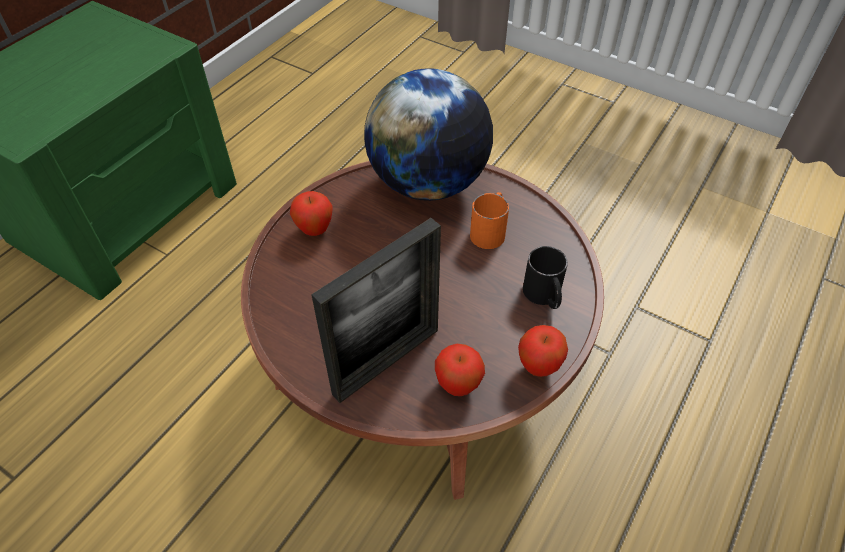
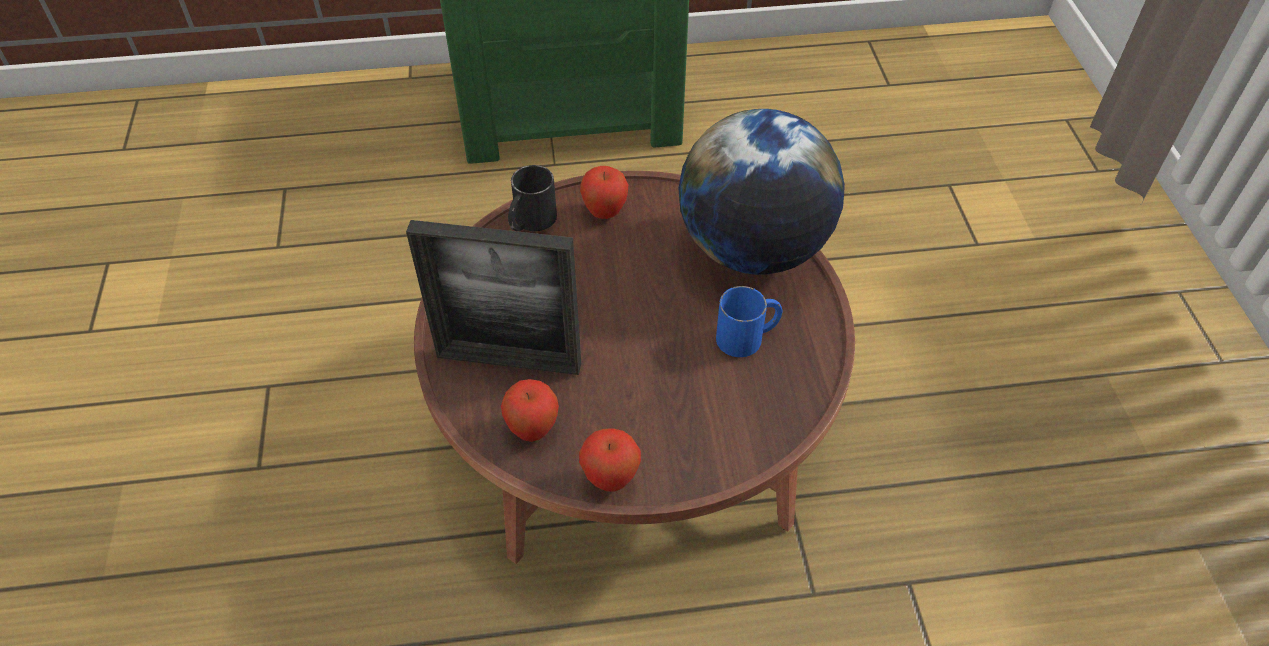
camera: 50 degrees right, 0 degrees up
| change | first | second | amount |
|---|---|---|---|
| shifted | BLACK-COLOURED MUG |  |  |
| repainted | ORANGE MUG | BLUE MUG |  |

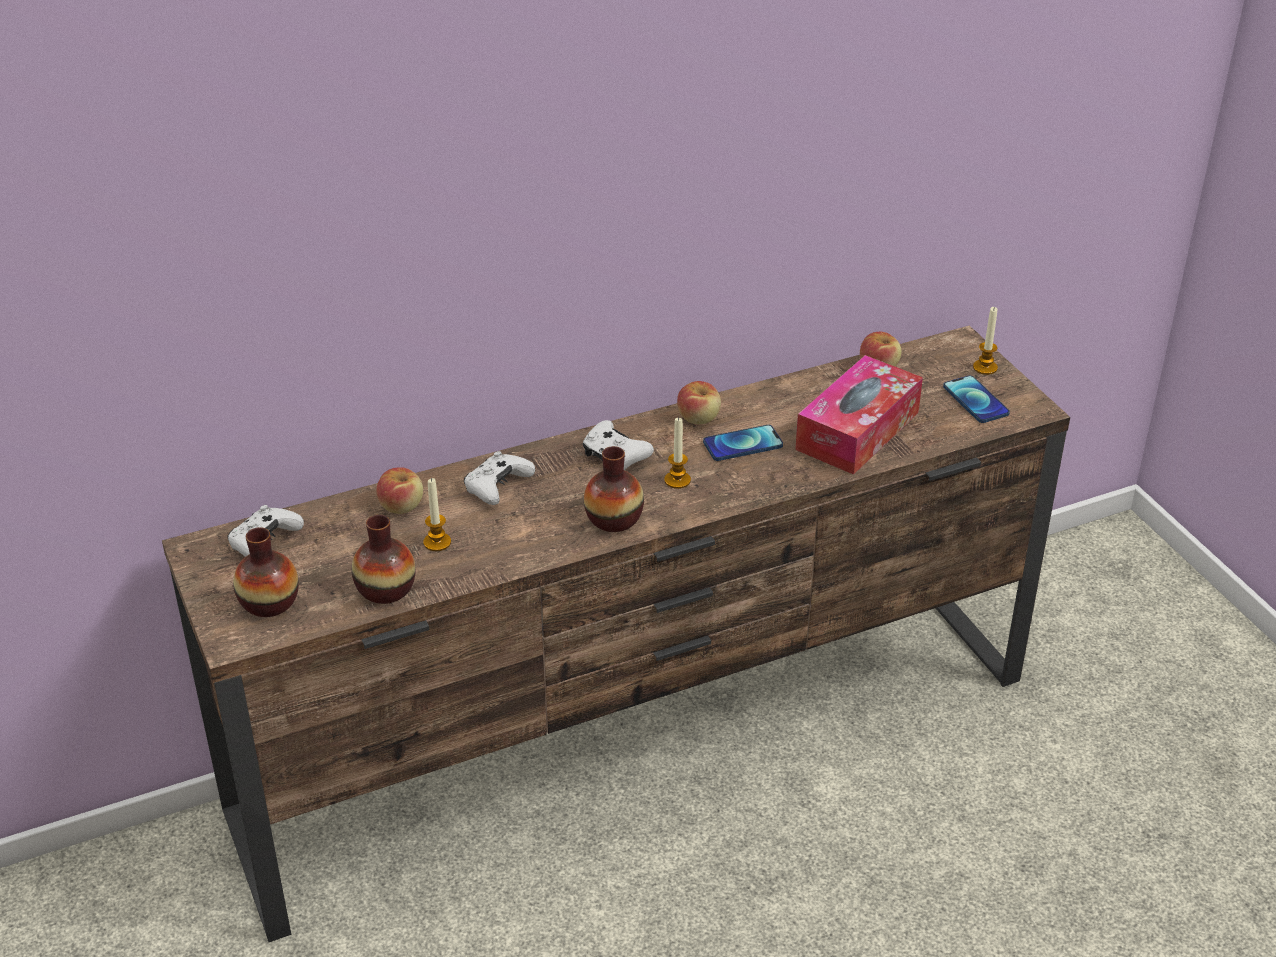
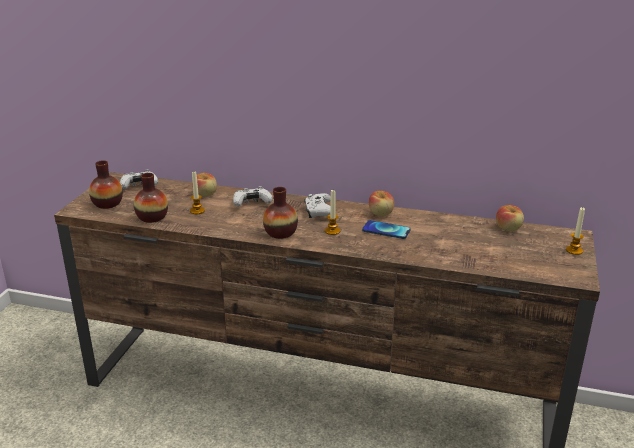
camera: 40 degrees right, 10 degrees down
| change | first | second | amount |
|---|---|---|---|
| gone | BOX OF TISSUES |  |  |
| gone | TELEPHONE (no. 2 from left) |  |  |

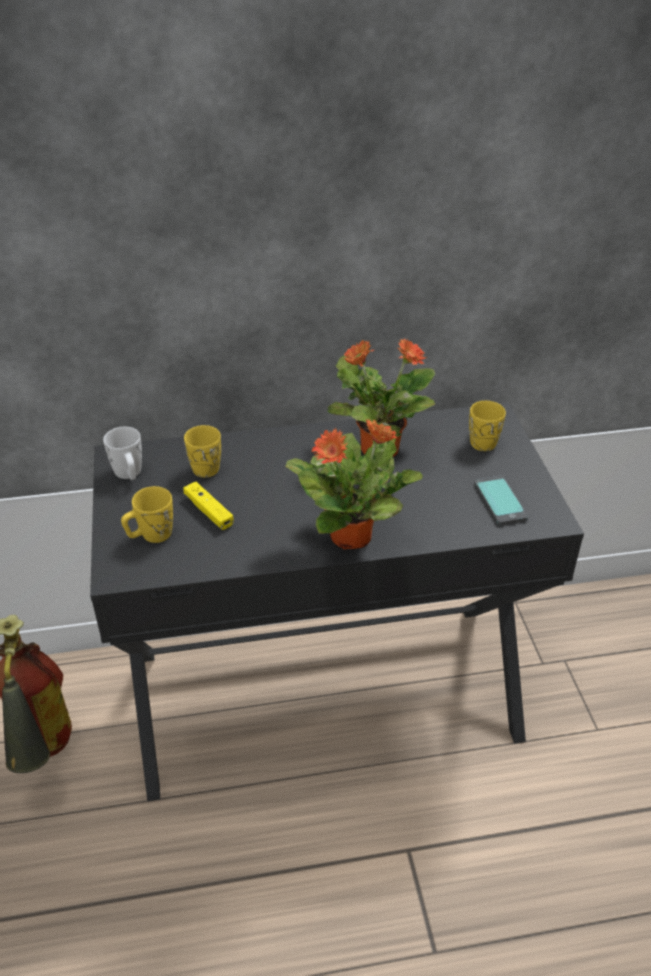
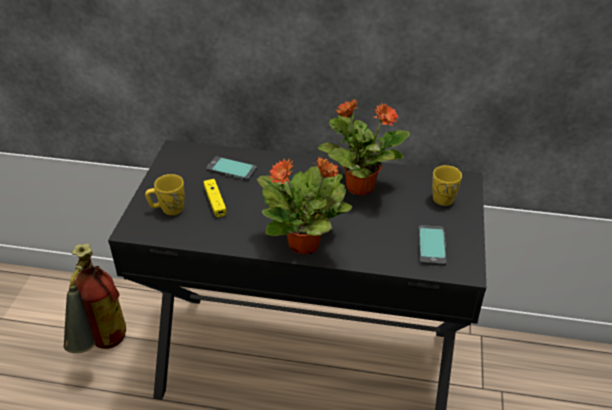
camera: 20 degrees right, 0 degrees up
| change | first | second | amount |
|---|---|---|---|
| swapped | YELLOW-COLOURED MUG (no. 2 from left) | TELEPHONE (no. 1 from left) |  |
| gone | WHITISH MUG |  |  |

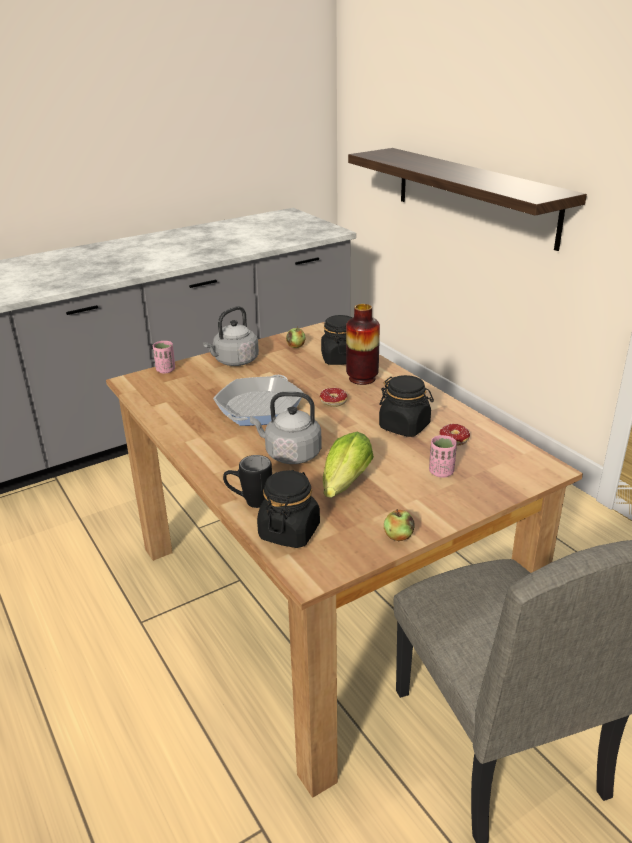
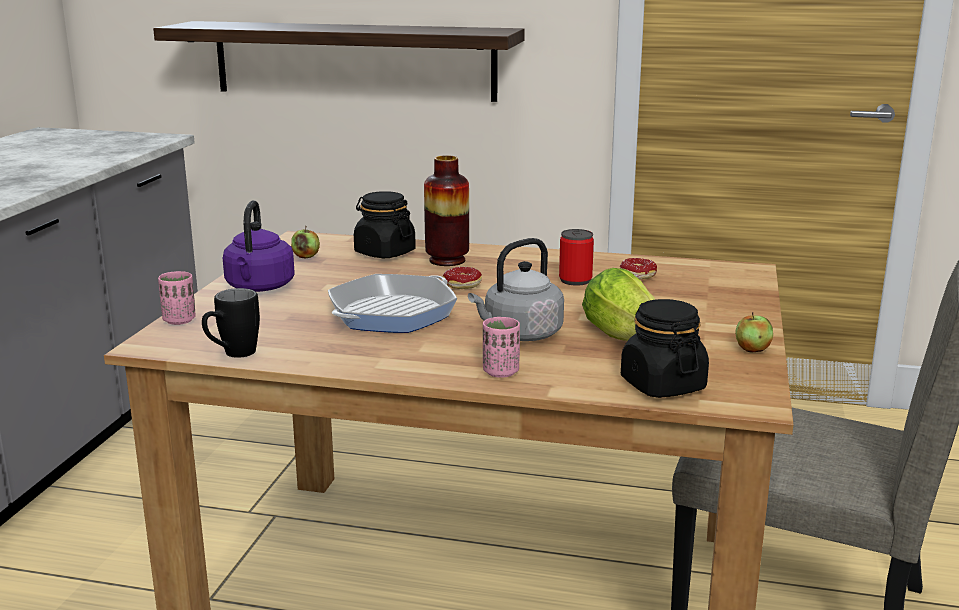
camera: 45 degrees left, 10 degrees down
| change | first | second | amount |
|---|---|---|---|
| shifted | BLACK-COLOURED MUG |  |  |
| repainted | GREYISH KETTLE (no. 1 from left) | PURPLE KETTLE |  |
| rotated | FRYING PAN |  | 120 degrees counterclockwise |
| shifted | PINKISH CUP (no. 2 from left) |  |  |
| swapped | BLACK-COLOURED JAR (no. 3 from left) | CAN |  |

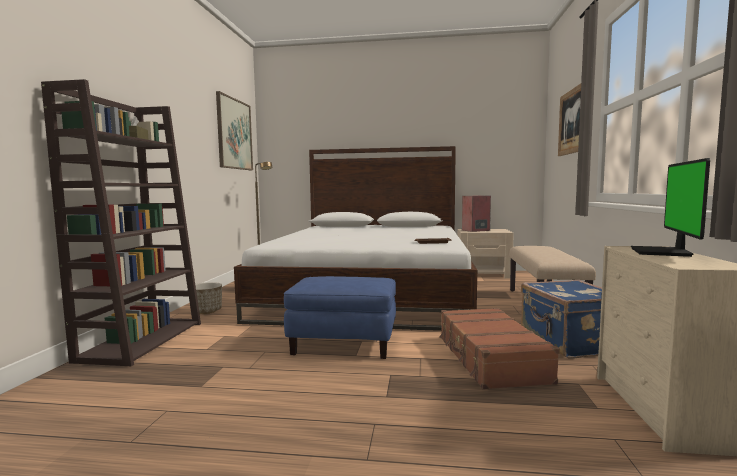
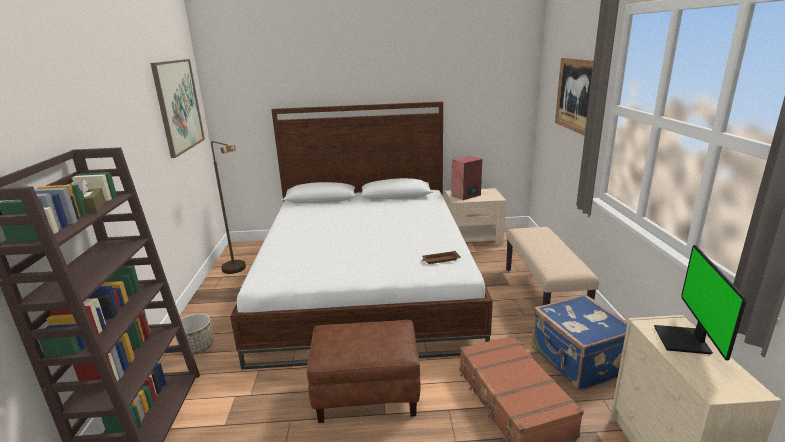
camera: 10 degrees left, 15 degrees up
| change | first | second | amount |
|---|---|---|---|
| repainted | BLUE POUFFE | BROWN POUFFE |  |

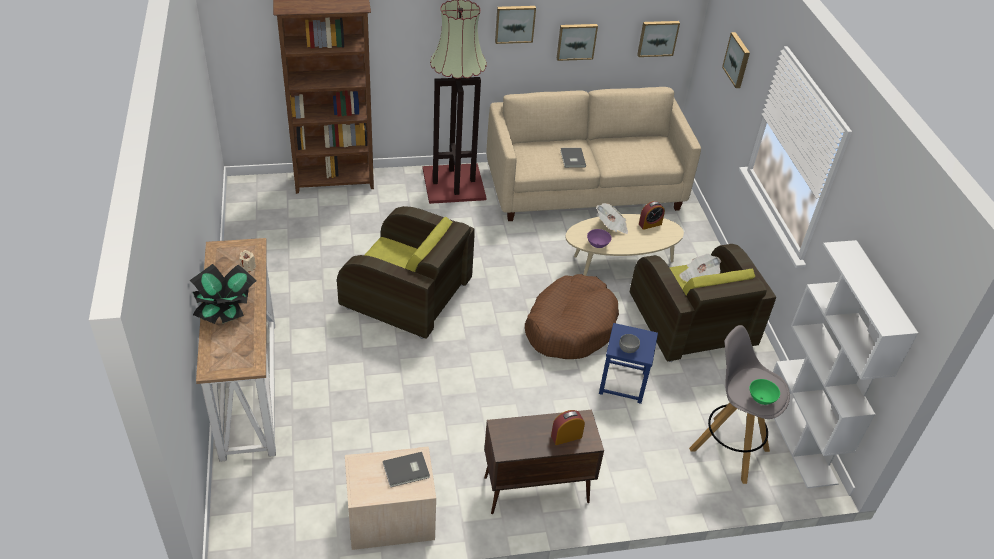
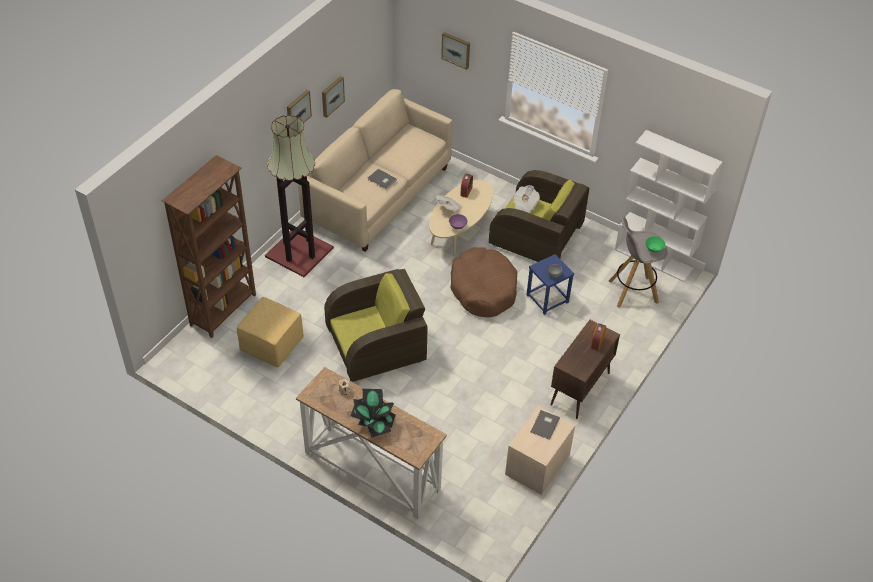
camera: 45 degrees left, 5 degrees up
| change | first | second | amount |
|---|---|---|---|
| new |  | YELLOW-COLOURED POUFFE |  |
| gone | PICTURE (no. 3 from left) |  |  |

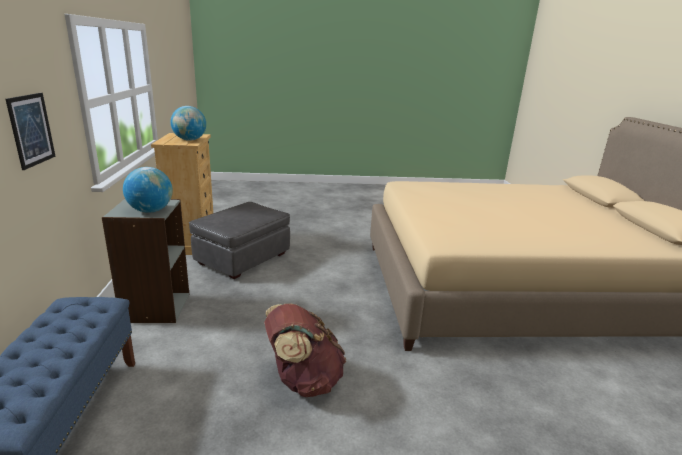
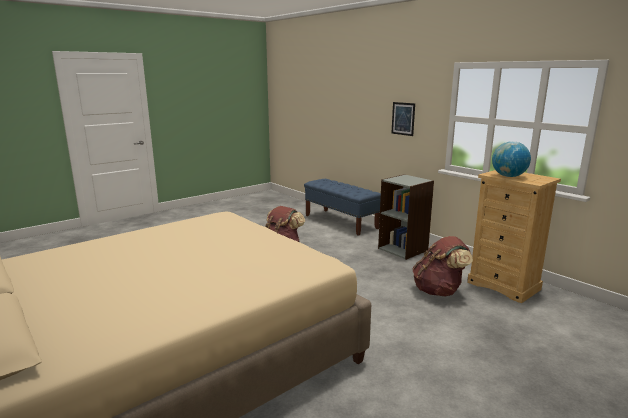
camera: 145 degrees right, 5 degrees down
| change | first | second | amount |
|---|---|---|---|
| swapped | GREYISH POUFFE | BROWN KNAPSACK (no. 2 from left) |  |
| gone | DESK GLOBE (no. 1 from left) |  |  |

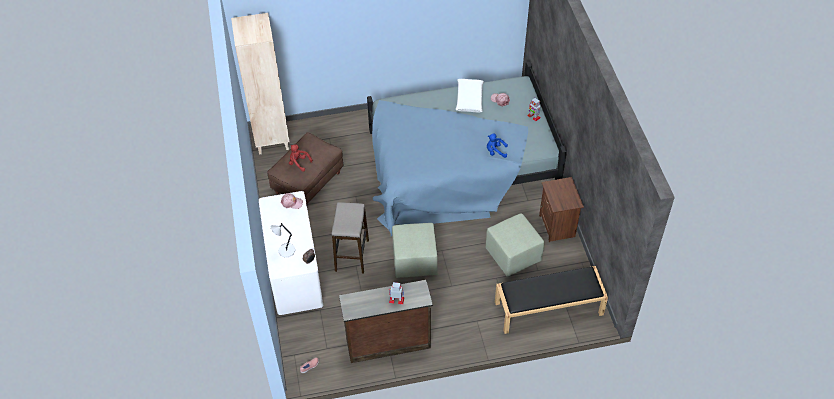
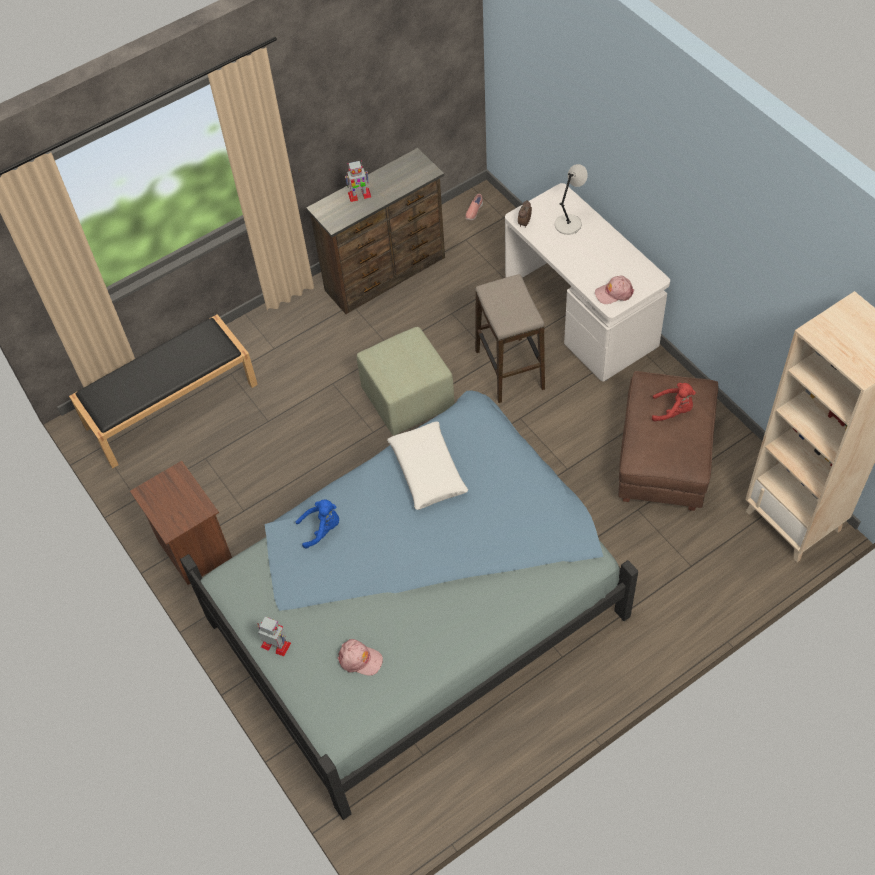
camera: 160 degrees right, 5 degrees up
| change | first | second | amount |
|---|---|---|---|
| shifted | WHITISH THROW PILLOW |  |  |
| gone | GREEN POUFFE (no. 2 from left) |  |  |

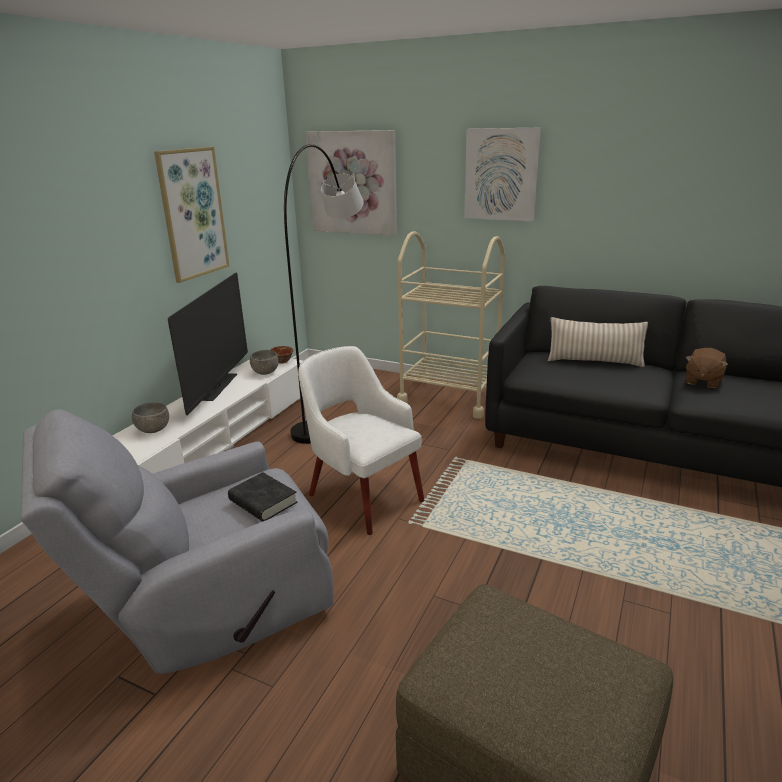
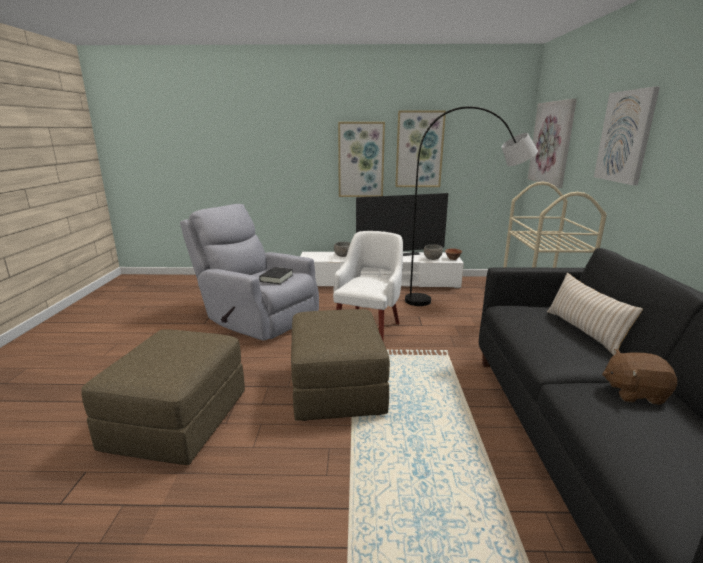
camera: 65 degrees right, 5 degrees down
| change | first | second | amount |
|---|---|---|---|
| new |  | BROWN POUFFE (no. 2 from left) |  |
| new |  | PICTURE (no. 1 from left) |  |

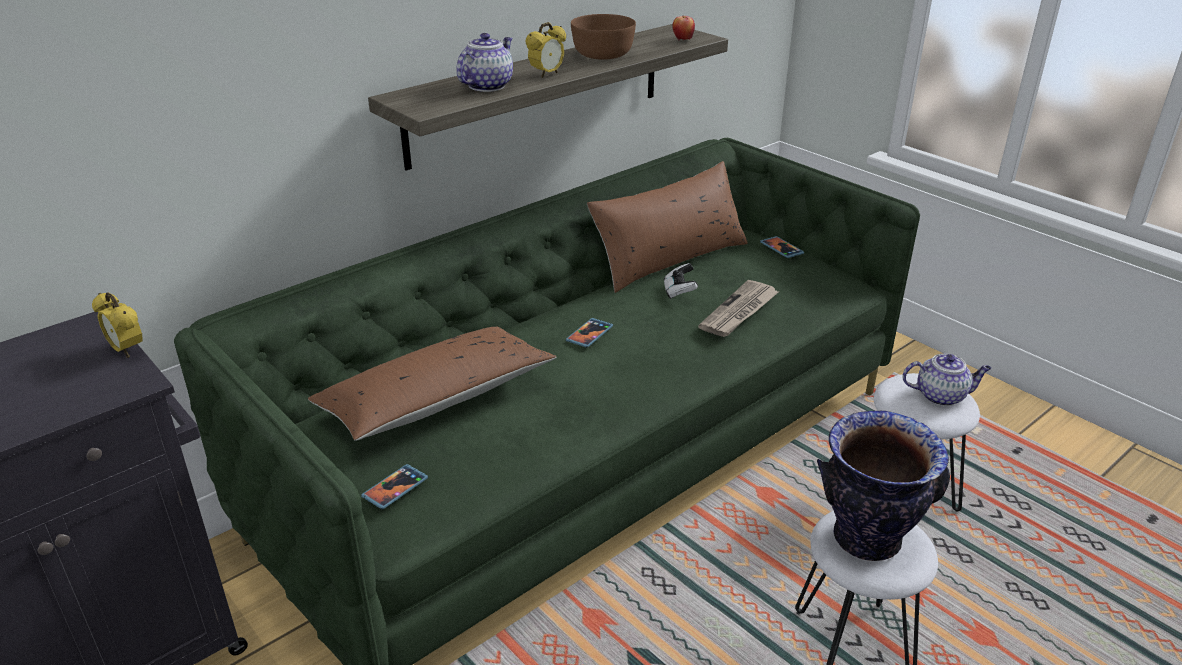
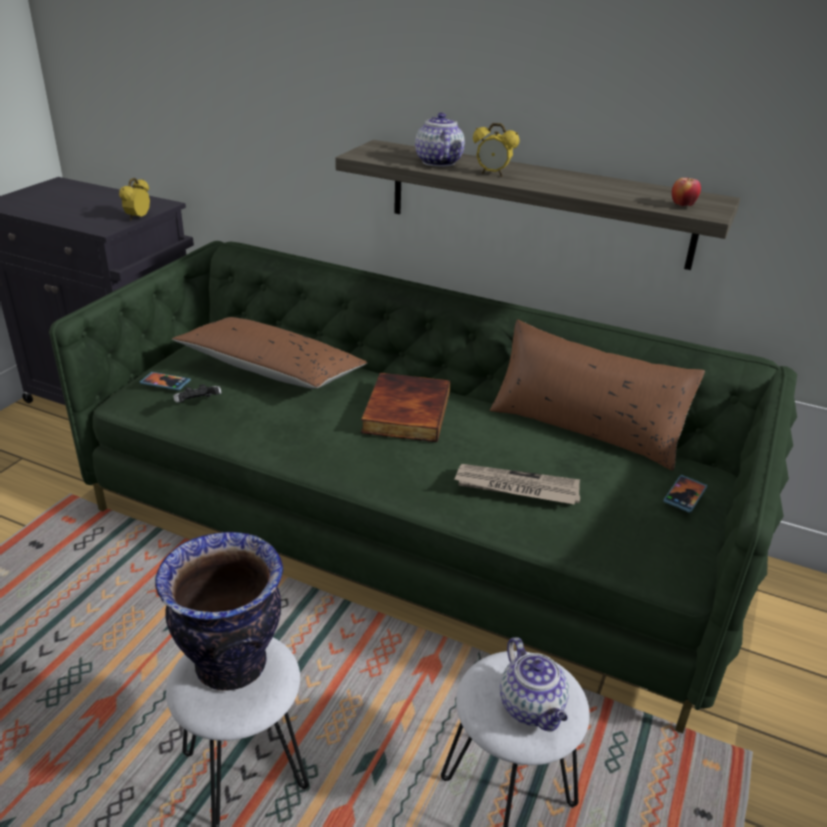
camera: 65 degrees right, 0 degrees up
| change | first | second | amount |
|---|---|---|---|
| shifted | GAME CONTROLLER |  |  |
| swapped | TELEPHONE (no. 2 from left) | BOOK |  |
| rotated | POT FOR TEA (no. 1 from left) |  | 105 degrees counterclockwise |
| gone | BROWN BOWL |  |  |

